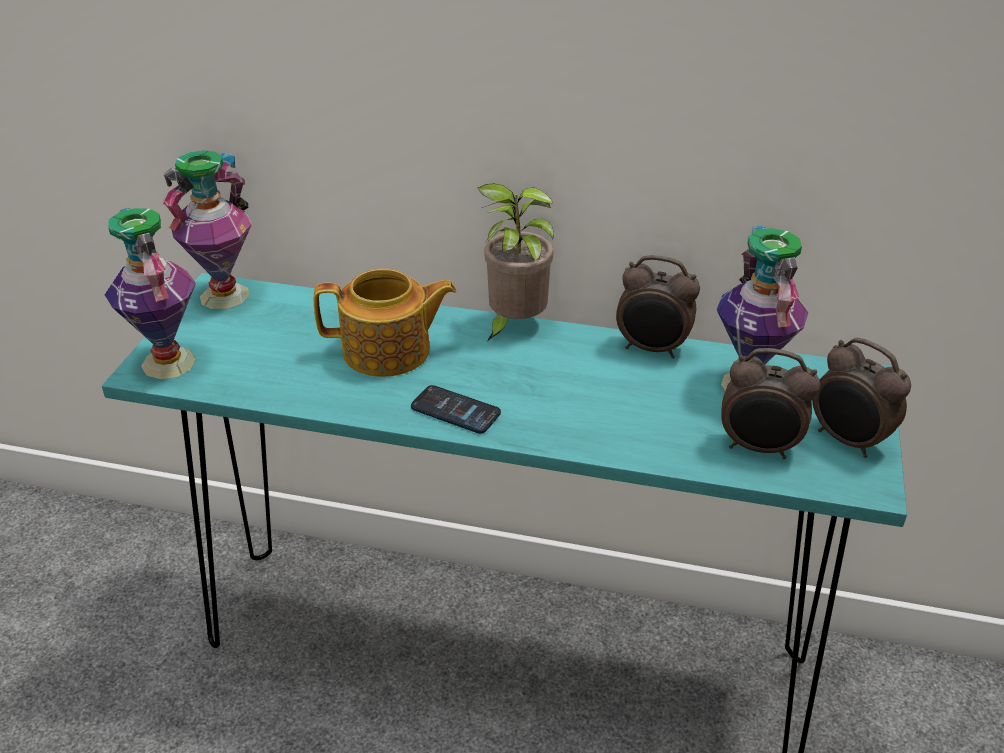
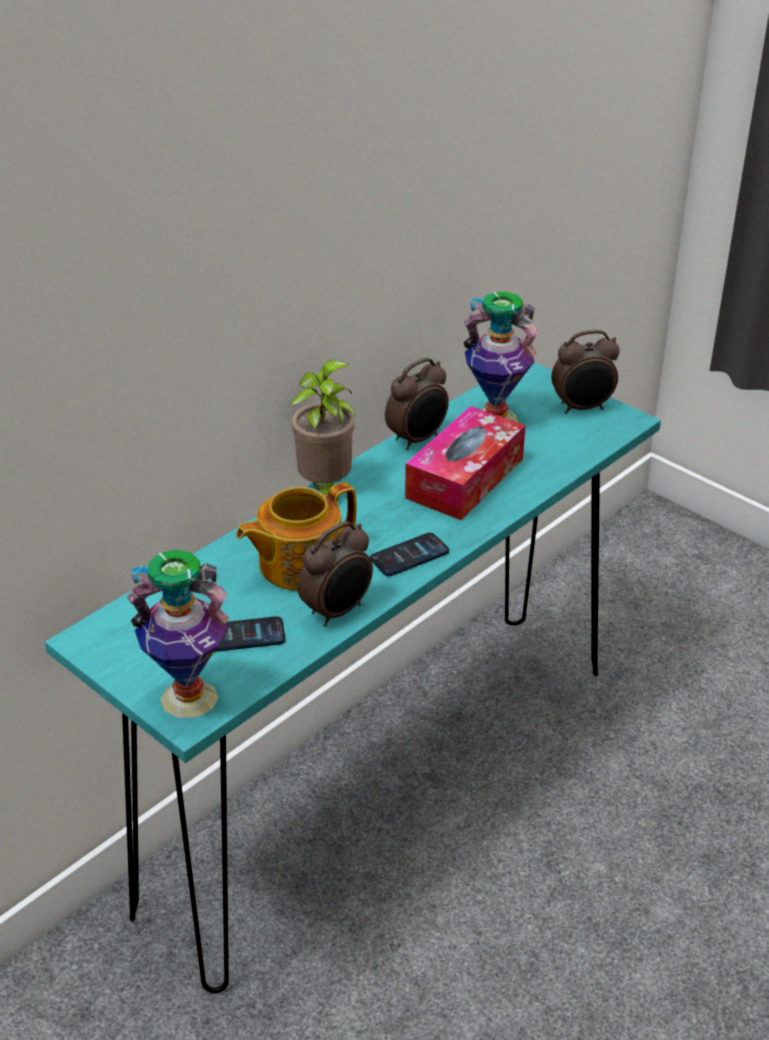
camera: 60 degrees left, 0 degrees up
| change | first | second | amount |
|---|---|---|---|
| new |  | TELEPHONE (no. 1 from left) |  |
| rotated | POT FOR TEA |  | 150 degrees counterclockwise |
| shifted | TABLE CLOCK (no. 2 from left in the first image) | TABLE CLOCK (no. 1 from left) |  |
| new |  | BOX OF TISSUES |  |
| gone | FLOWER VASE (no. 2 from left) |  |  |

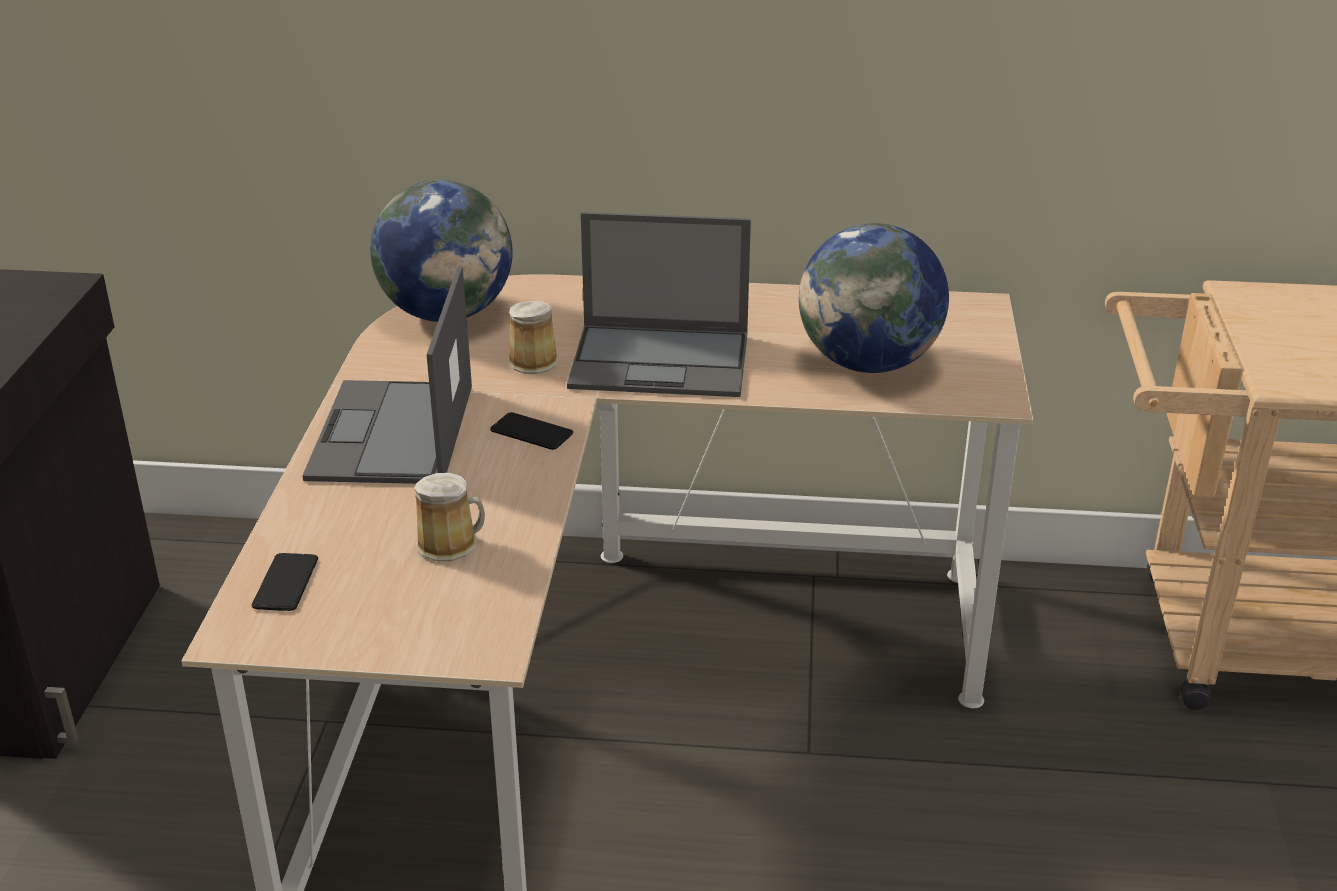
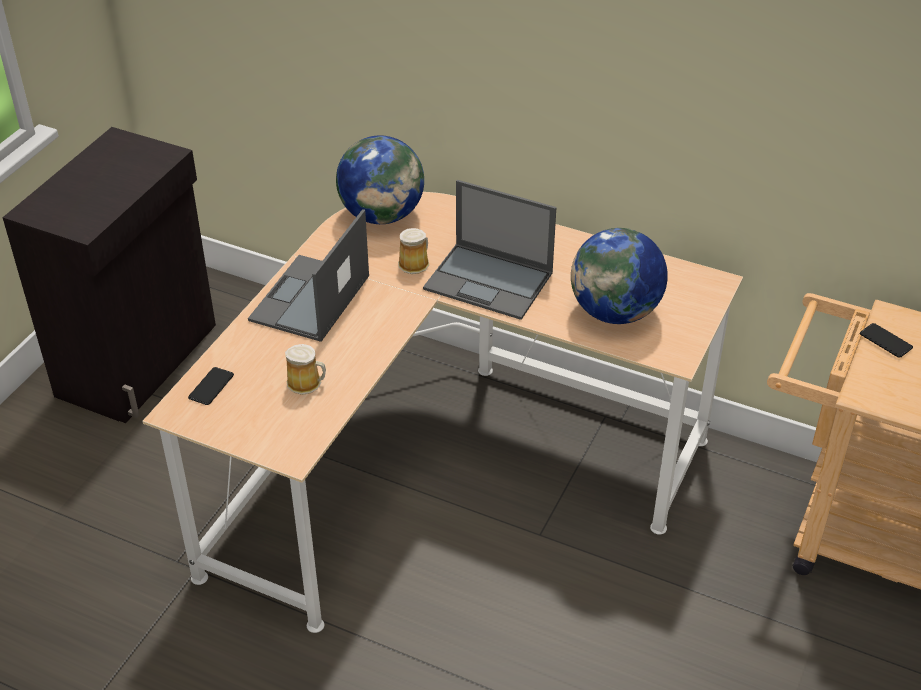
camera: 20 degrees right, 10 degrees up
| change | first | second | amount |
|---|---|---|---|
| shifted | TELEPHONE (no. 2 from left) |  |  |

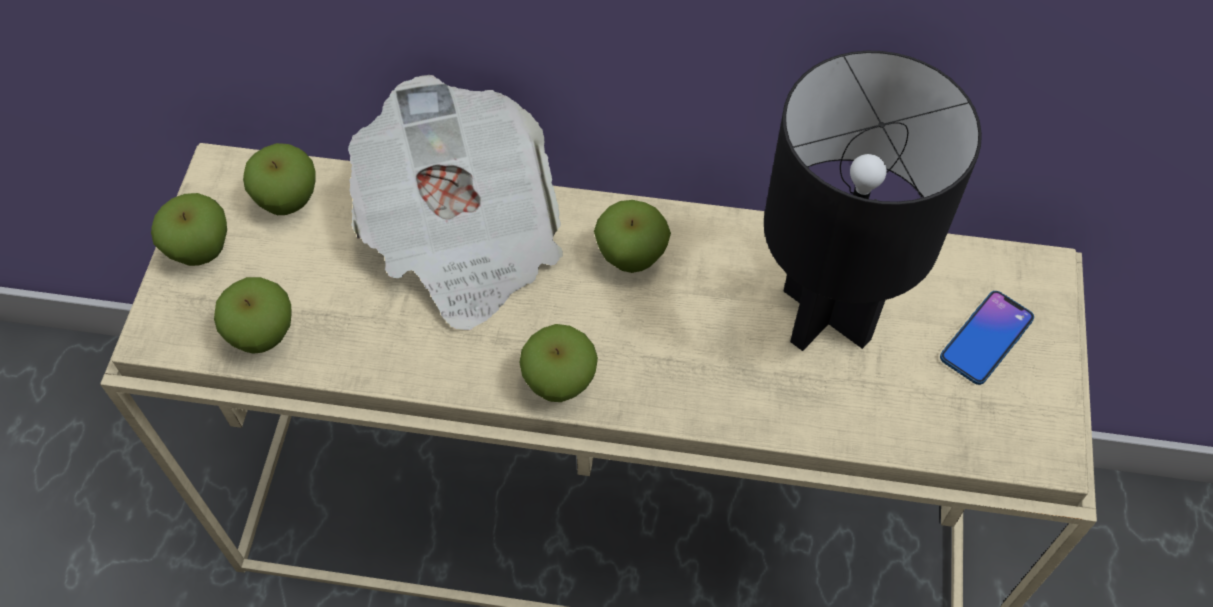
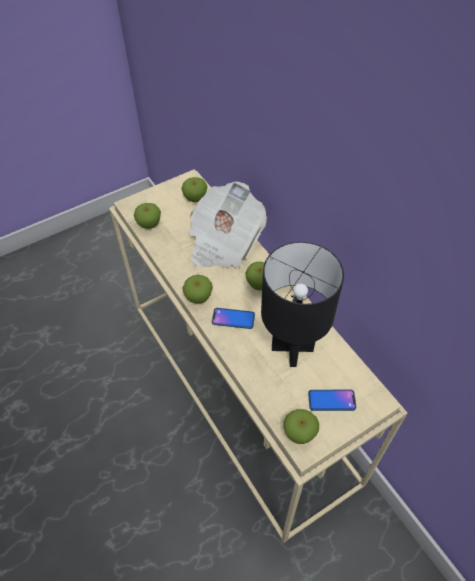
camera: 50 degrees right, 5 degrees down
| change | first | second | amount |
|---|---|---|---|
| new |  | TELEPHONE (no. 1 from left) |  |
| shifted | APPLE FRUIT (no. 1 from left in the first image) | APPLE FRUIT (no. 5 from left) |  |

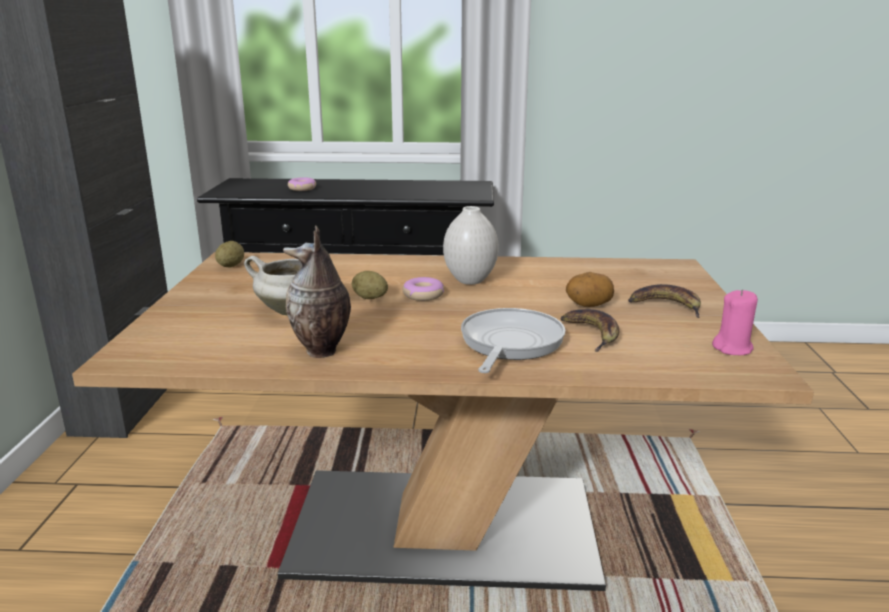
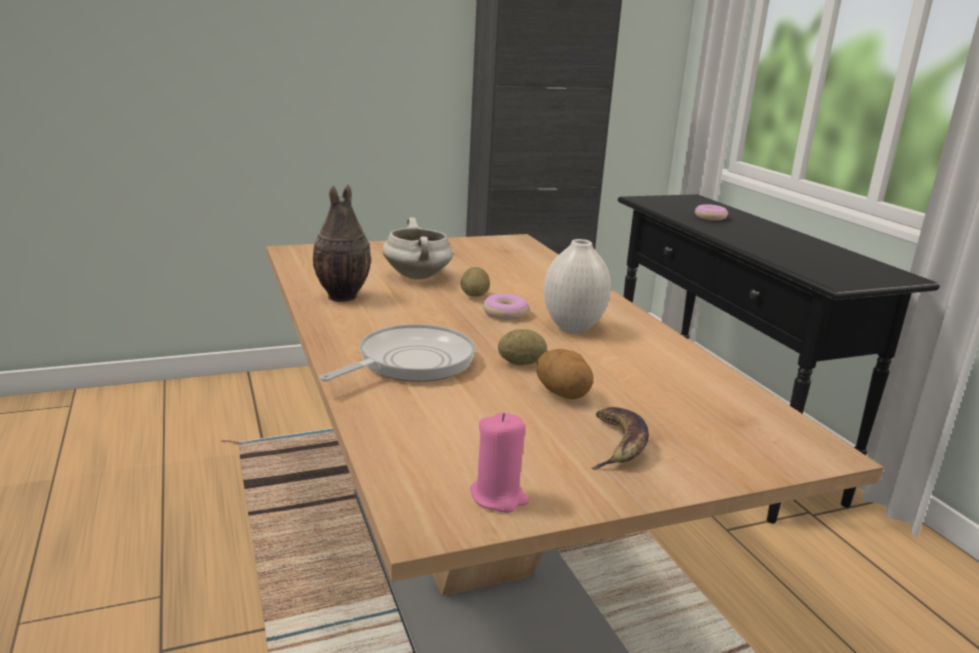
camera: 65 degrees right, 0 degrees up
| change | first | second | amount |
|---|---|---|---|
| rotated | FRYING PAN |  | 45 degrees counterclockwise |
| shifted | SPUD (no. 1 from left in the first image) | SPUD (no. 2 from left) |  |
| gone | BANANA FRUIT (no. 1 from left) |  |  |

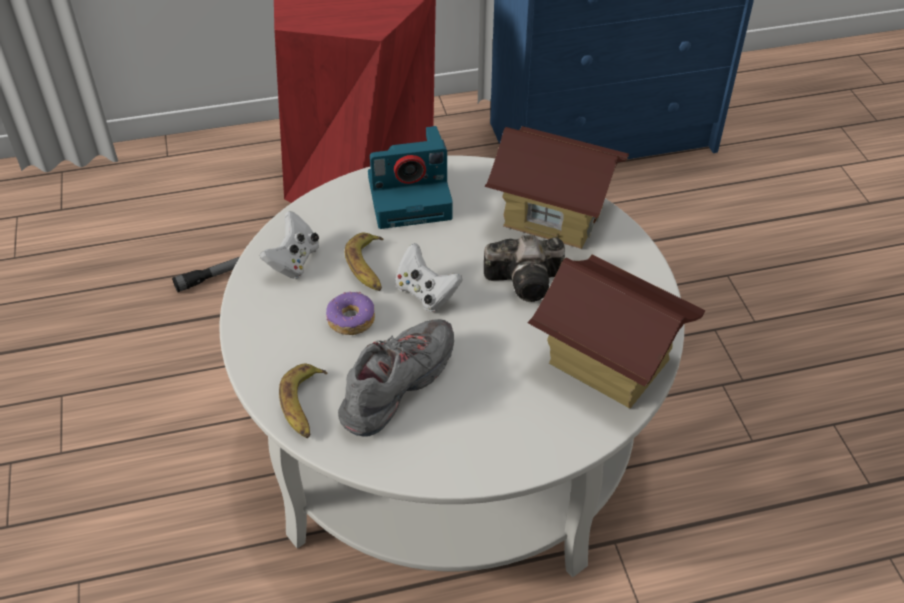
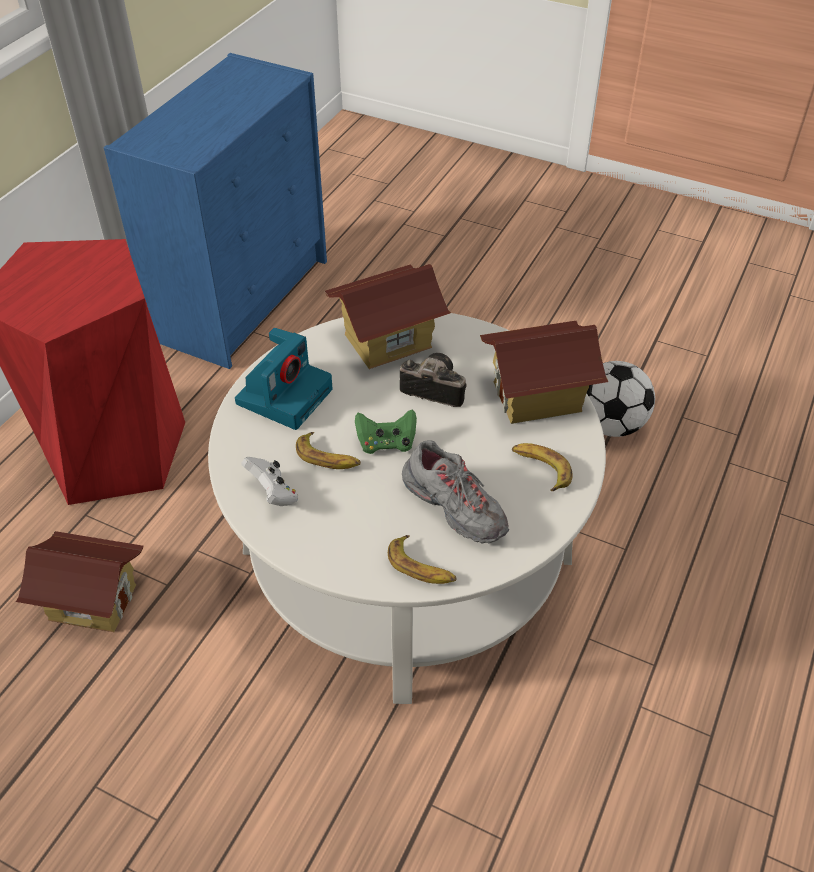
camera: 50 degrees left, 0 degrees up
| change | first | second | amount |
|---|---|---|---|
| swapped | FLASHLIGHT | TOY HOUSE (no. 1 from left) |  |
| repainted | WHITISH GAME CONTROLLER (no. 2 from left) | GREEN GAME CONTROLLER |  |
| rotated | PHOTO CAMERA (no. 2 from left) |  | 105 degrees counterclockwise |
| rotated | GREYISH ITEM OF FOOTWEAR |  | 150 degrees clockwise |
| new |  | BANANA FRUIT (no. 3 from left) |  |
| new |  | BALL FOR FOOTBALL |  |
| gone | DOUGHNUT |  |  |

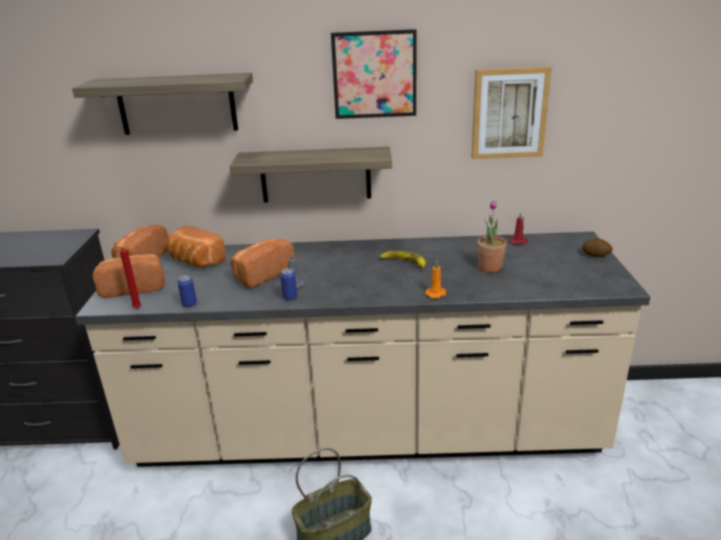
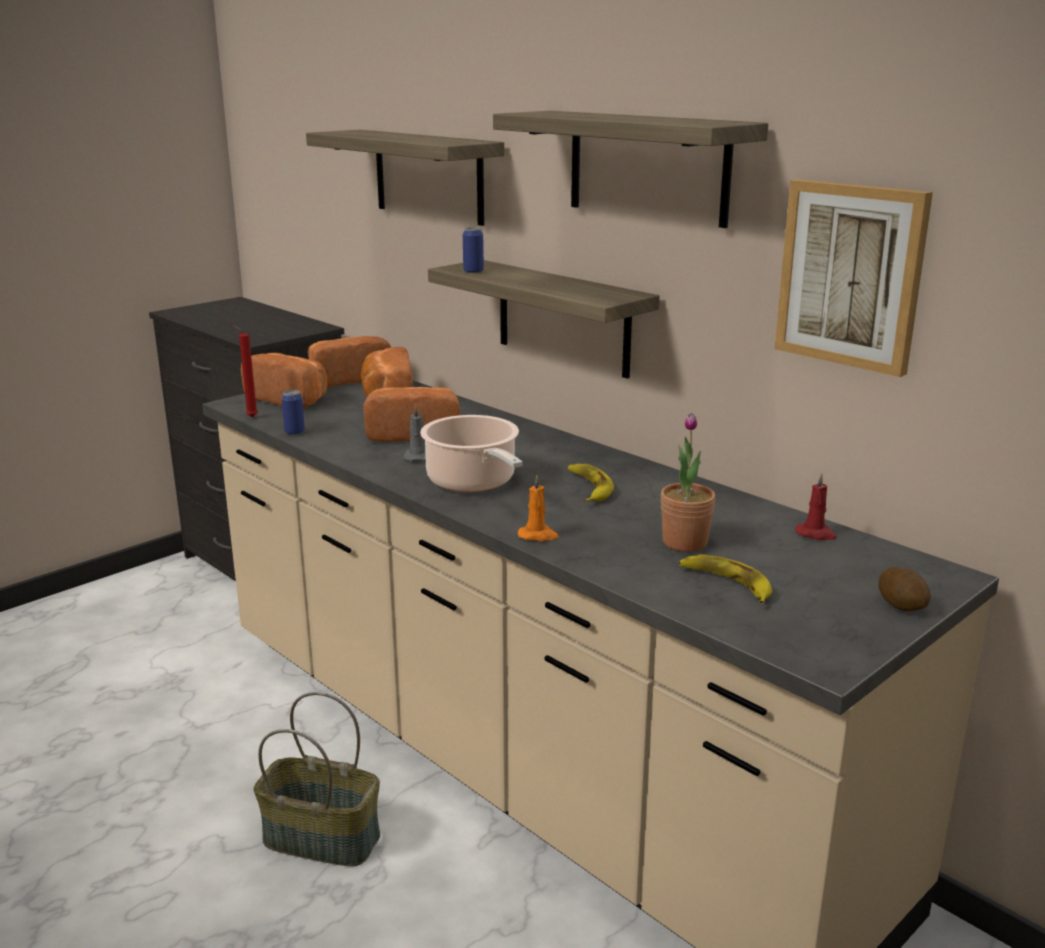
camera: 45 degrees right, 5 degrees down
| change | first | second | amount |
|---|---|---|---|
| new |  | COOKING POT |  |
| shifted | CAN (no. 2 from left) |  |  |
| swapped | PICTURE (no. 1 from left) | WALL SHELF (no. 3 from left) |  |
| new |  | BANANA FRUIT (no. 2 from left) |  |

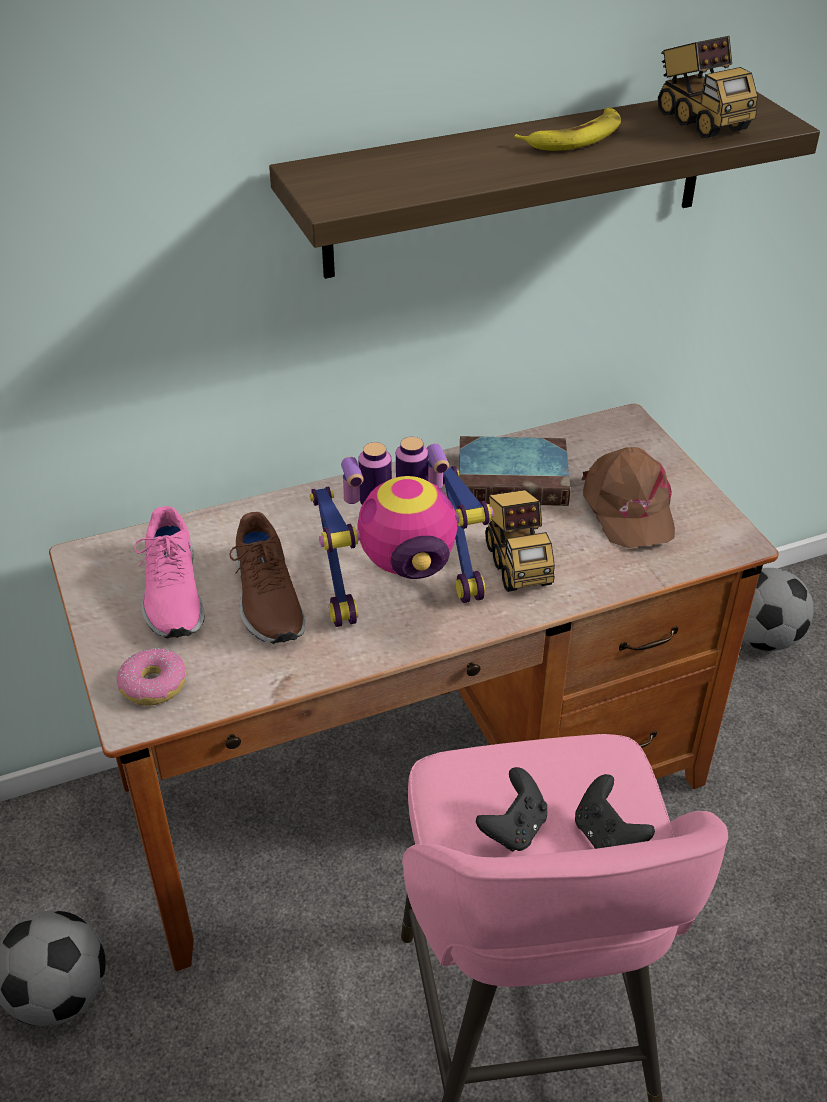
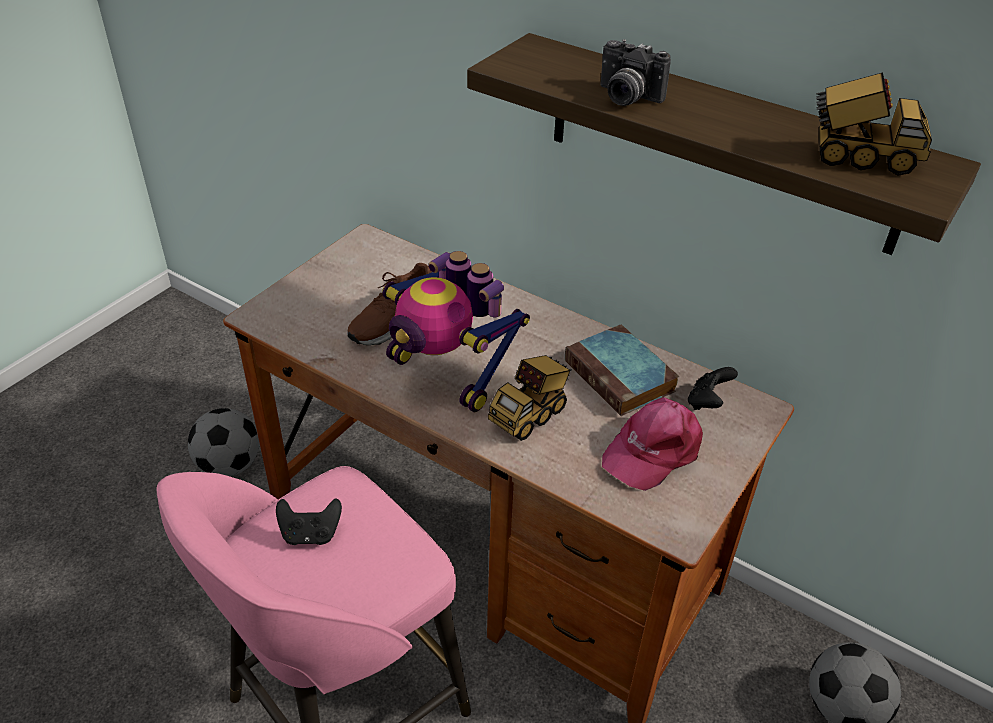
camera: 55 degrees right, 0 degrees up
| change | first | second | amount |
|---|---|---|---|
| new |  | PHOTO CAMERA |  |
| repainted | BROWN BASEBALL CAP | PINKISH BASEBALL CAP |  |
| shifted | BLACK-COLOURED GAME CONTROLLER (no. 2 from left) |  |  |
| rotated | TOY TRUCK (no. 2 from left) |  | 105 degrees counterclockwise |
| gone | DOUGHNUT |  |  |
| gone | PINKISH ITEM OF FOOTWEAR |  |  |
| gone | BANANA FRUIT |  |  |

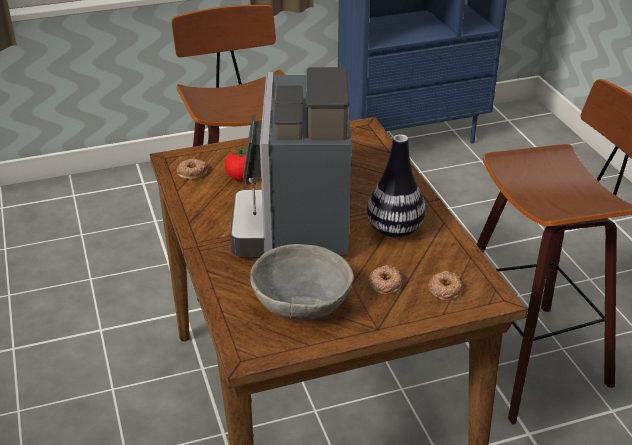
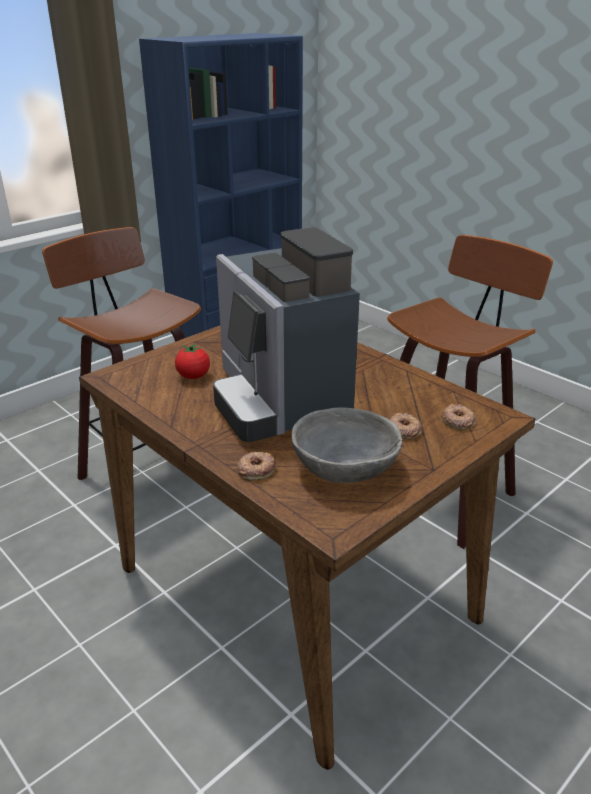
camera: 25 degrees left, 5 degrees down
| change | first | second | amount |
|---|---|---|---|
| shifted | DOUGHNUT (no. 1 from left) |  |  |
| gone | FLOWER VASE |  |  |

